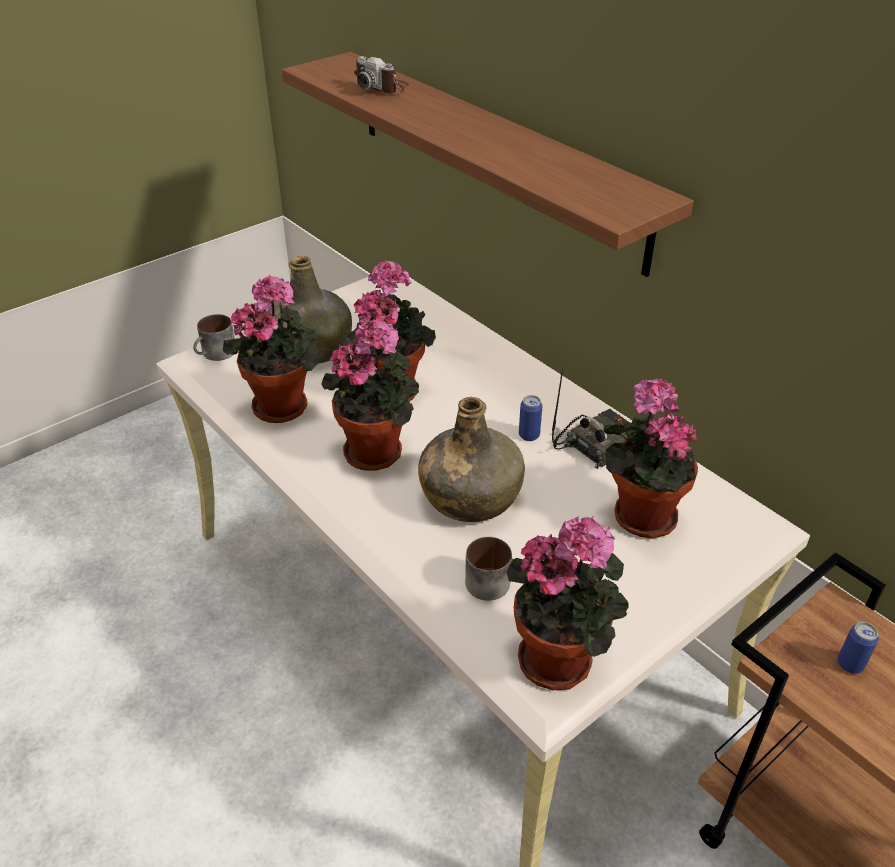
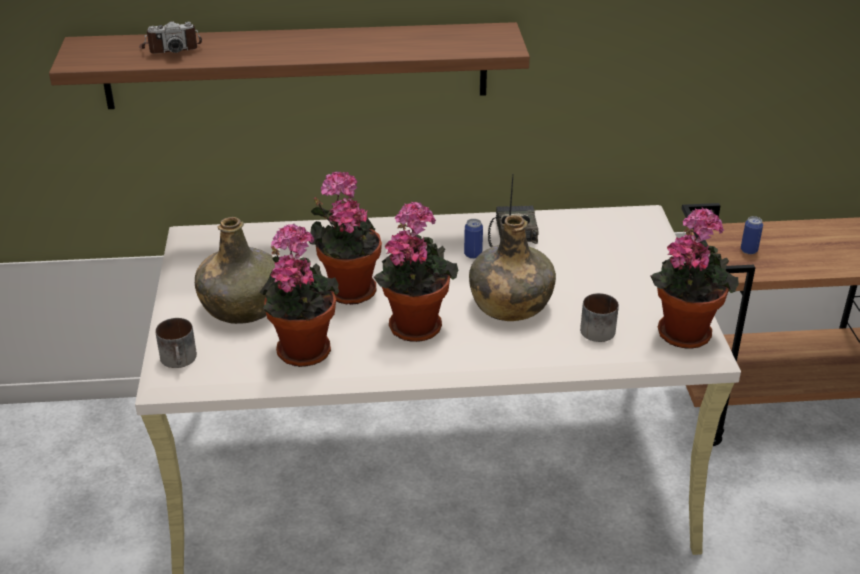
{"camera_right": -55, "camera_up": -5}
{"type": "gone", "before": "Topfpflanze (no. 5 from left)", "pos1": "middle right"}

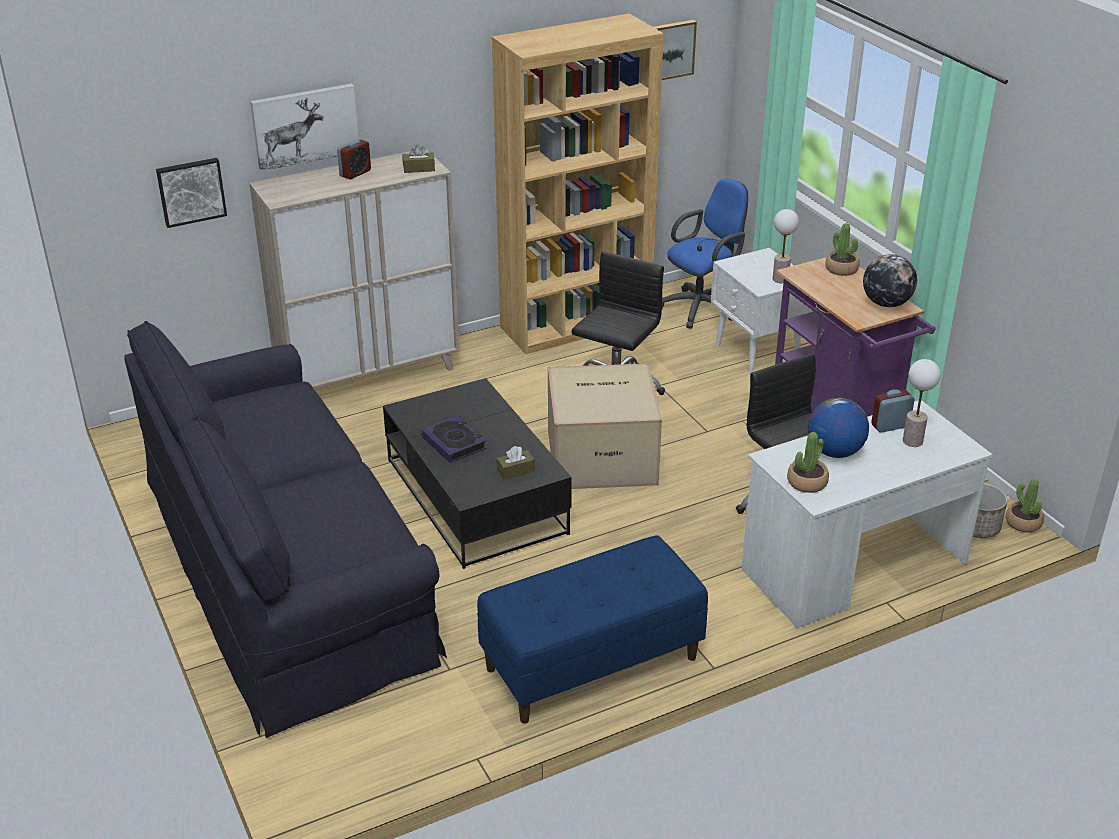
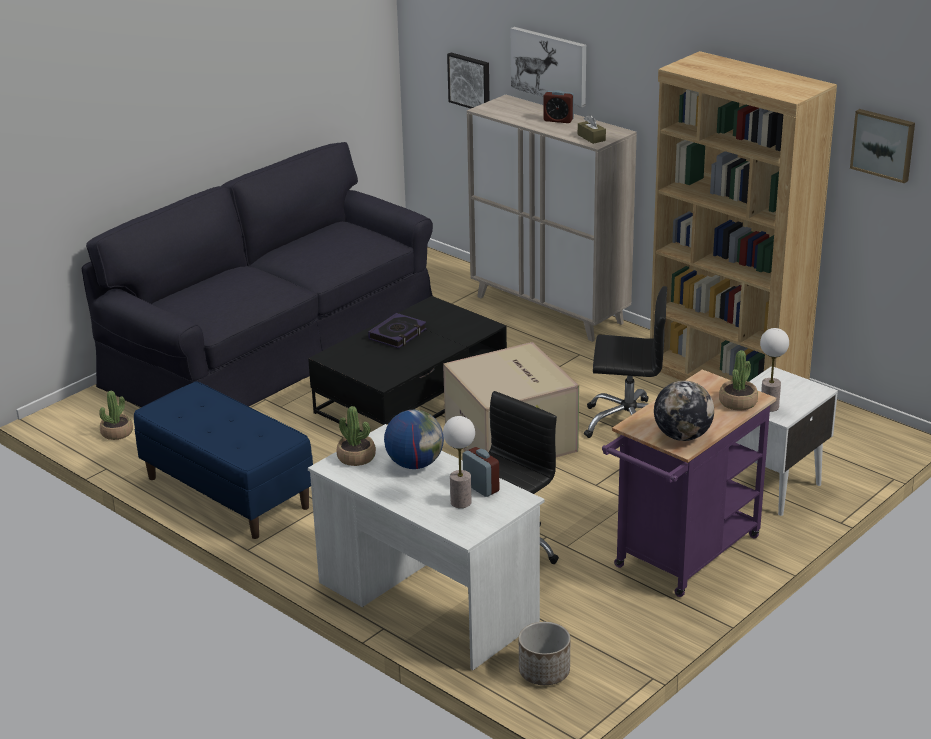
{"camera_right": 70, "camera_up": -5}
{"type": "gone", "before": "Taschentuchbox [braun] (no. 2 from left)", "pos1": "centre"}
{"type": "gone", "before": "Bürostuhl [blau]", "pos1": "top centre"}
{"type": "shifted", "before": "Topfpflanze (no. 3 from left in the first image)", "after": "Topfpflanze (no. 1 from left)", "pos1": "middle right", "pos2": "middle left"}

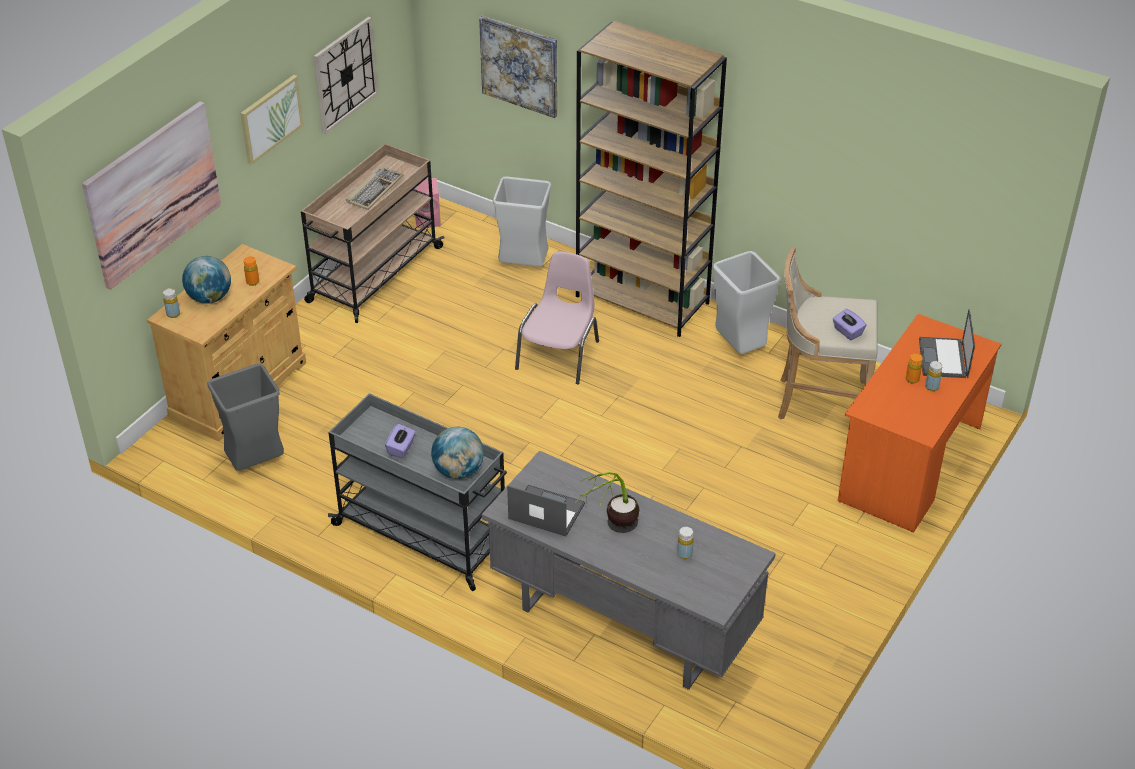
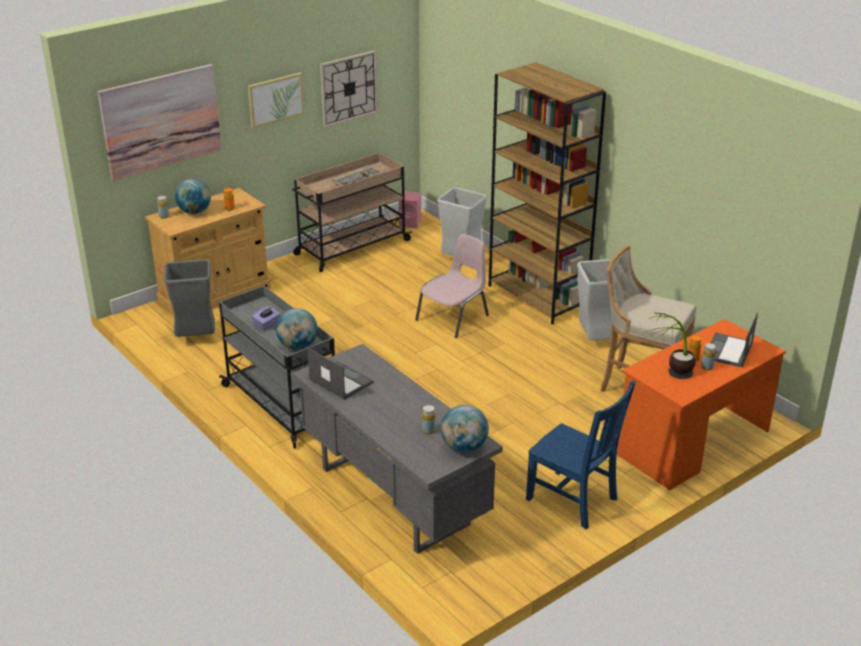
{"camera_right": 20, "camera_up": -10}
{"type": "gone", "before": "Bild (no. 3 from left)", "pos1": "top centre"}
{"type": "shifted", "before": "Topfpflanze", "pos1": "centre", "pos2": "middle right"}
{"type": "gone", "before": "Taschentuchbox [lila] (no. 2 from left)", "pos1": "middle right"}
{"type": "new", "after": "Globus (no. 3 from left)", "pos2": "centre"}
{"type": "new", "after": "Stuhl [blau]", "pos2": "bottom right"}

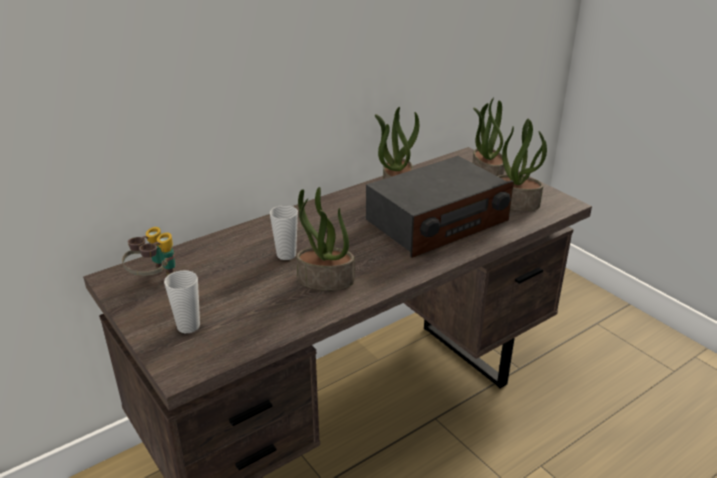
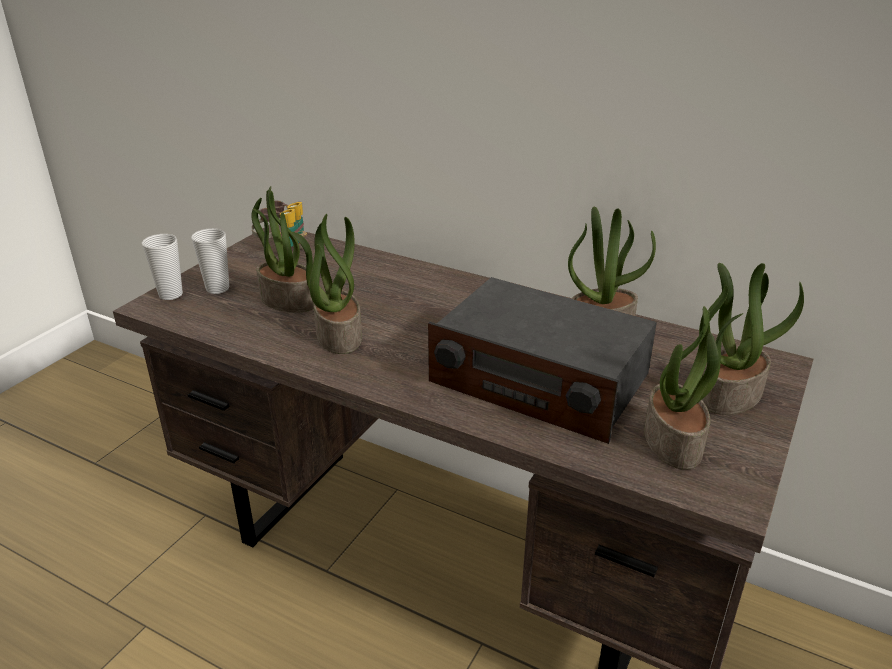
{"camera_right": 65, "camera_up": 0}
{"type": "shifted", "before": "Tasse (no. 2 from left in the first image)", "after": "Tasse (no. 1 from left)", "pos1": "centre", "pos2": "middle left"}
{"type": "new", "after": "Topfpflanze (no. 1 from left)", "pos2": "middle left"}

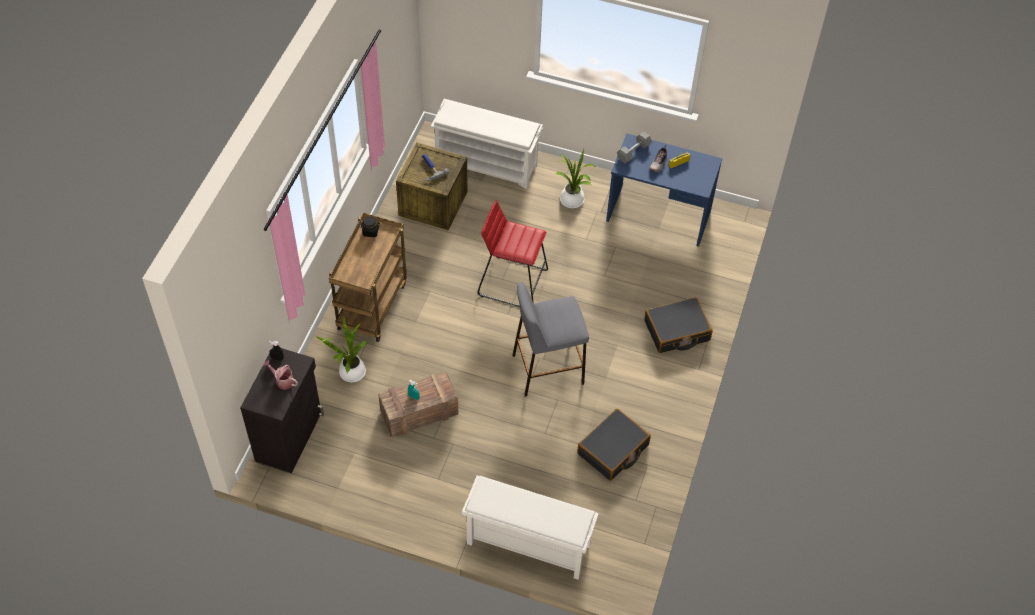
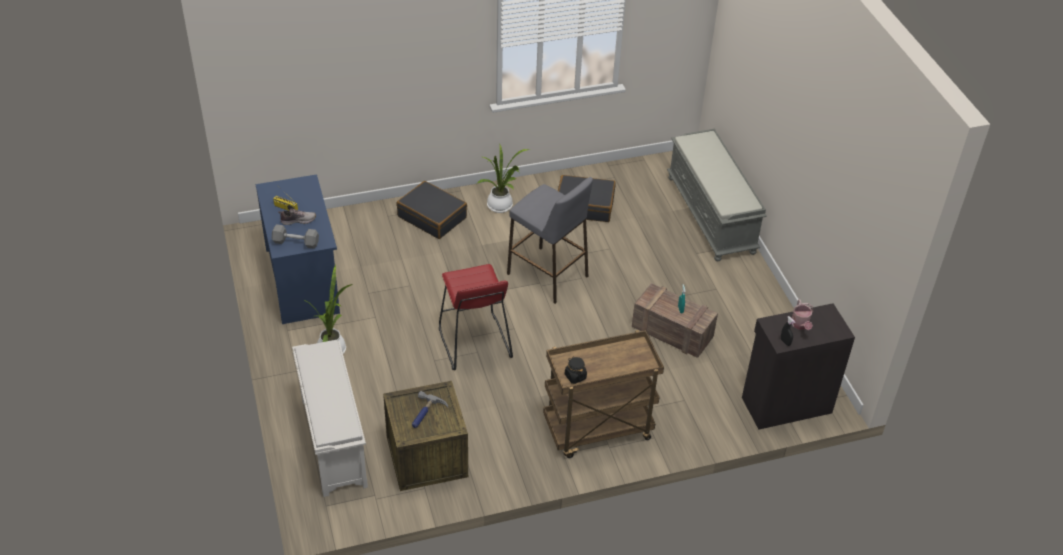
{"camera_right": -125, "camera_up": -10}
{"type": "shifted", "before": "Topfpflanze (no. 1 from left in the first image)", "after": "Topfpflanze (no. 2 from left)", "pos1": "middle left", "pos2": "top centre"}
{"type": "swapped", "before": "Schuhregal [weiß] (no. 2 from left)", "after": "Bank [grau]", "pos1": "bottom centre", "pos2": "middle right"}

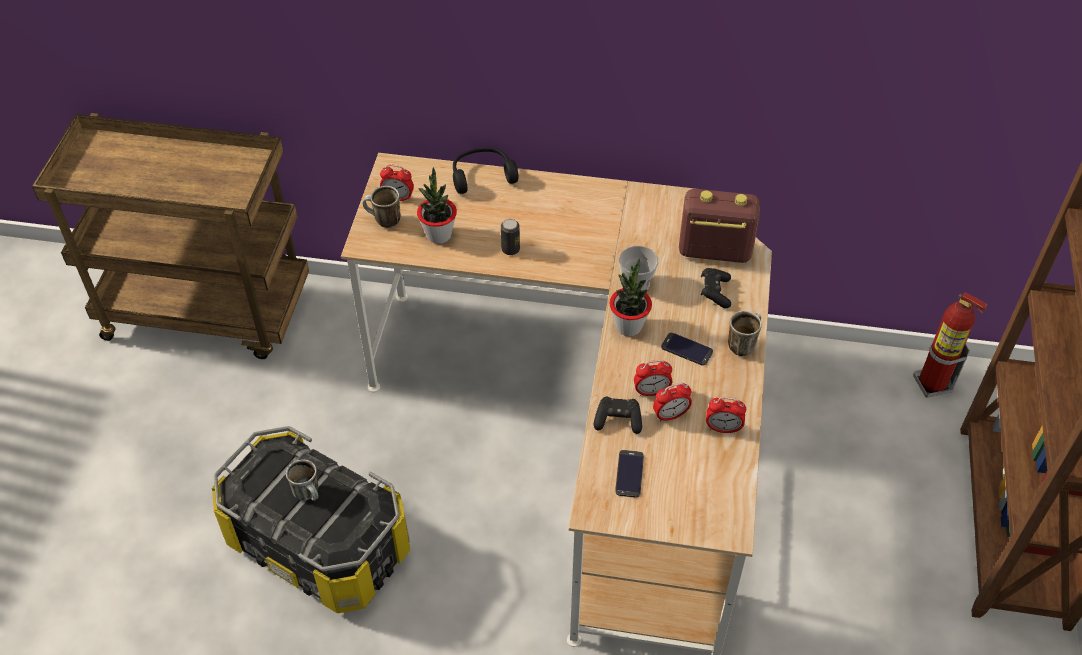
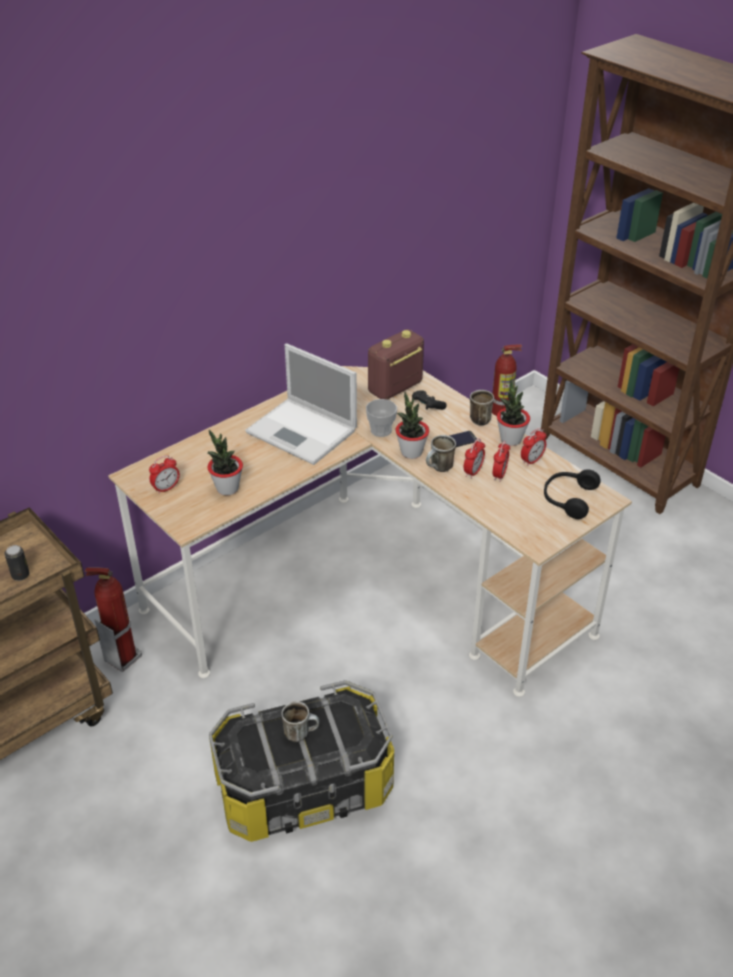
{"camera_right": -50, "camera_up": -10}
{"type": "shifted", "before": "Henkelbecher (no. 2 from left)", "pos1": "top centre", "pos2": "centre"}
{"type": "shifted", "before": "Kopfhörer [schwarz]", "pos1": "top centre", "pos2": "middle right"}
{"type": "shifted", "before": "Dose", "pos1": "centre", "pos2": "middle left"}
{"type": "gone", "before": "Gamepad [schwarz] (no. 1 from left)", "pos1": "centre"}
{"type": "gone", "before": "Handy (no. 1 from left)", "pos1": "bottom centre"}
{"type": "new", "after": "Feuerlöscher (no. 1 from left)", "pos2": "middle left"}
{"type": "new", "after": "Laptop", "pos2": "centre"}
{"type": "new", "after": "Topfpflanze (no. 3 from left)", "pos2": "middle right"}

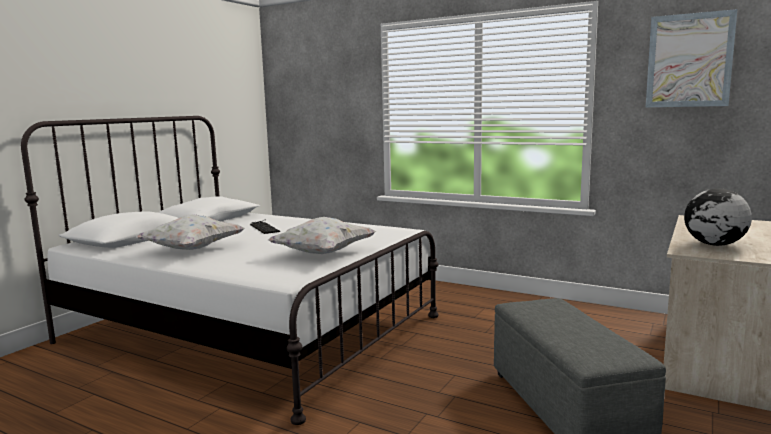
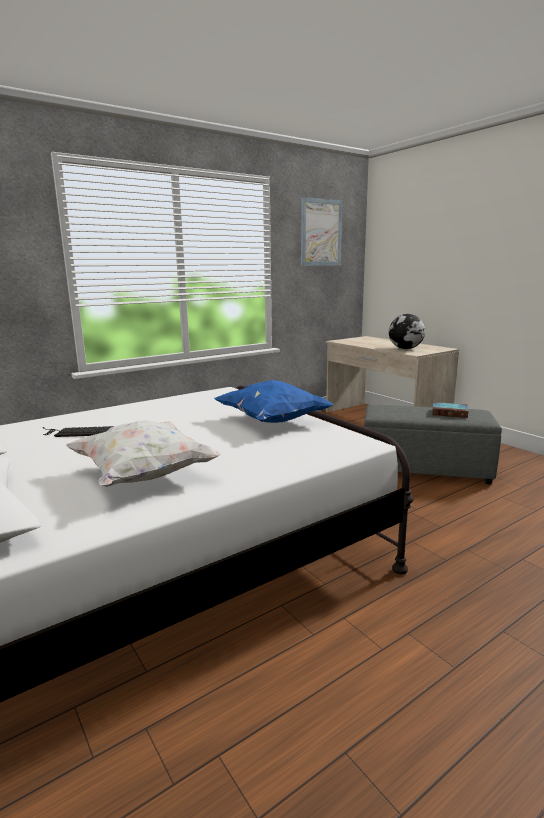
{"camera_right": -65, "camera_up": 5}
{"type": "repainted", "before": "Kissen [weiß] (no. 2 from left)", "after": "Kissen [blau]", "pos1": "centre", "pos2": "centre"}
{"type": "new", "after": "Buch", "pos2": "middle right"}

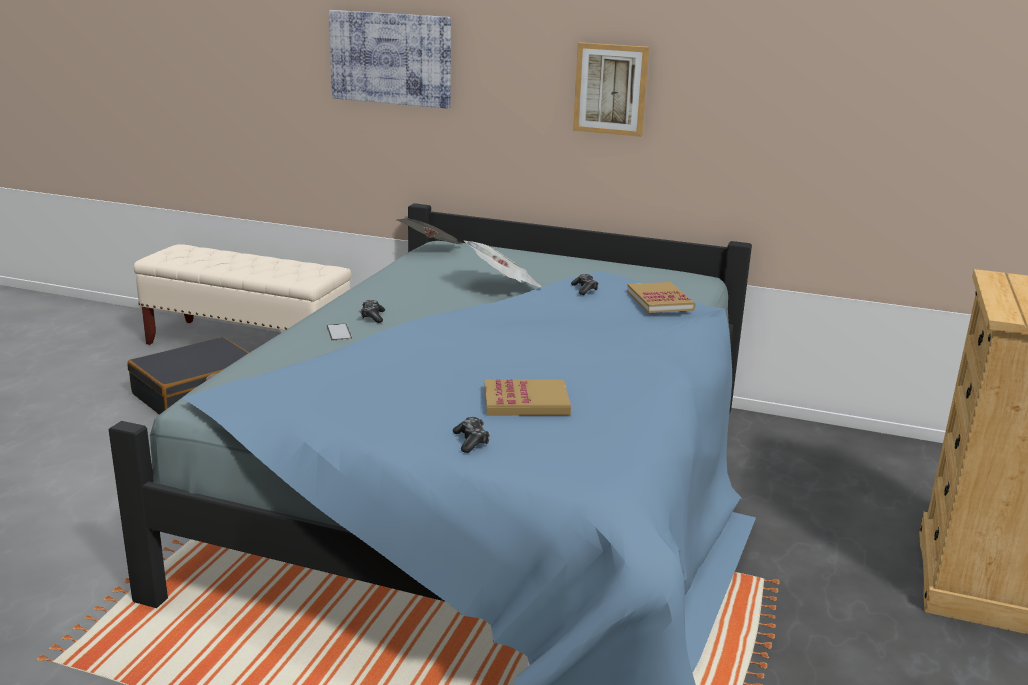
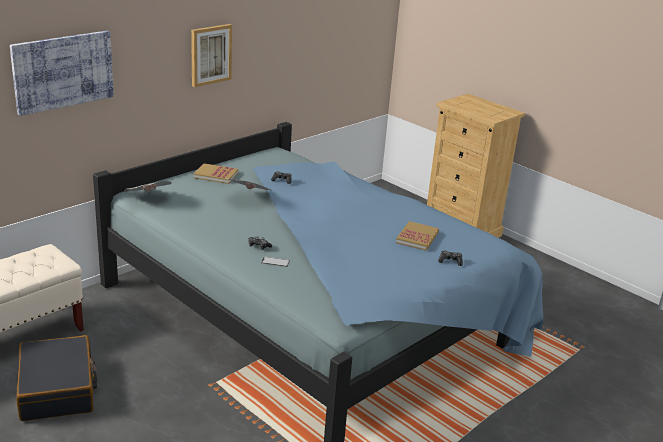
{"camera_right": -65, "camera_up": 5}
{"type": "shifted", "before": "Buch (no. 2 from left in the first image)", "after": "Buch (no. 1 from left)", "pos1": "centre", "pos2": "middle left"}

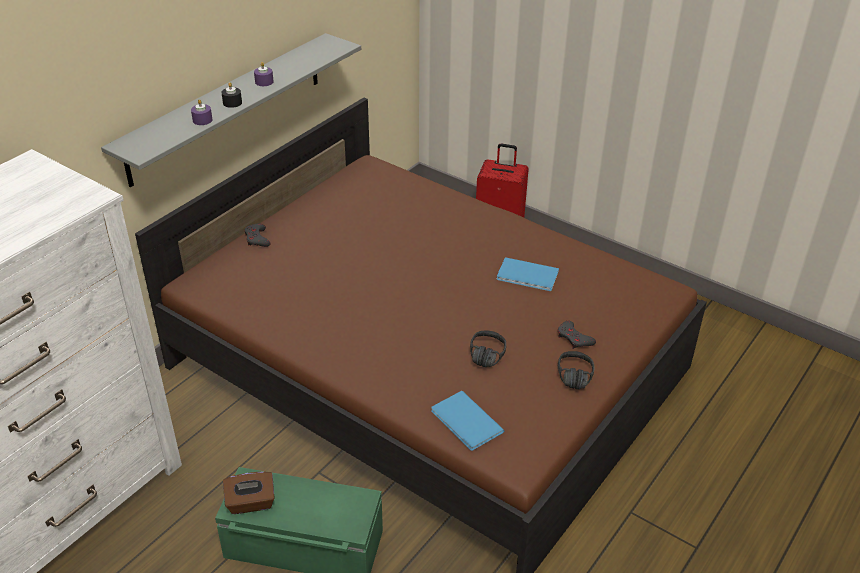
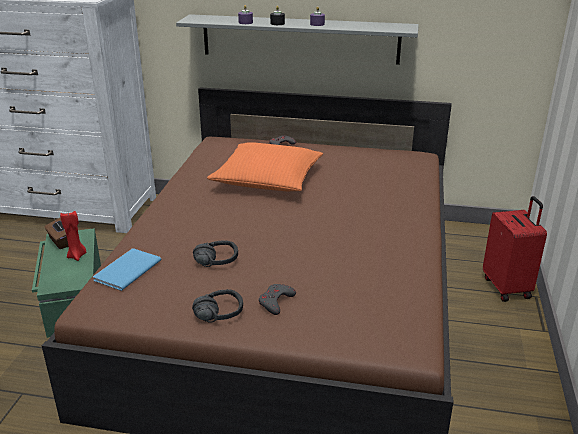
{"camera_right": 65, "camera_up": -10}
{"type": "gone", "before": "Buch [blau] (no. 2 from left)", "pos1": "centre"}
{"type": "new", "after": "Kerze [rot]", "pos2": "middle left"}
{"type": "new", "after": "Kissen [orange]", "pos2": "centre"}

